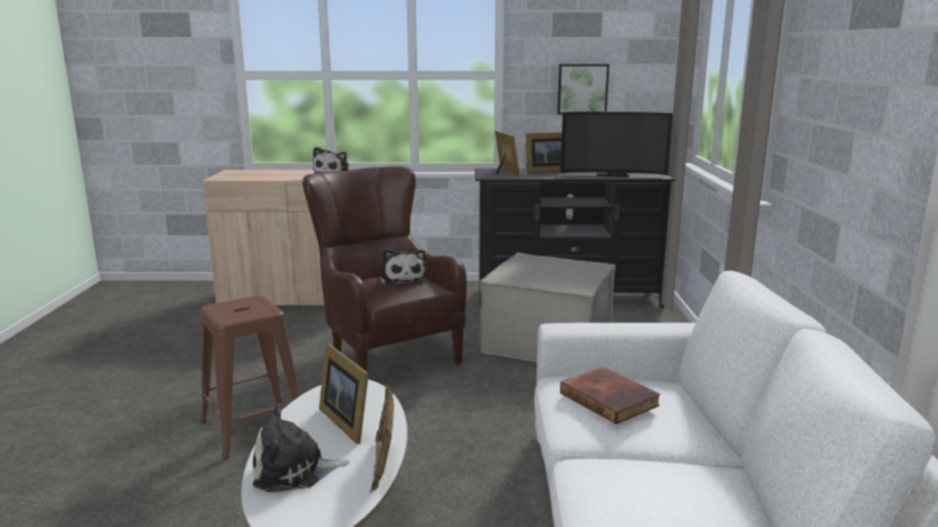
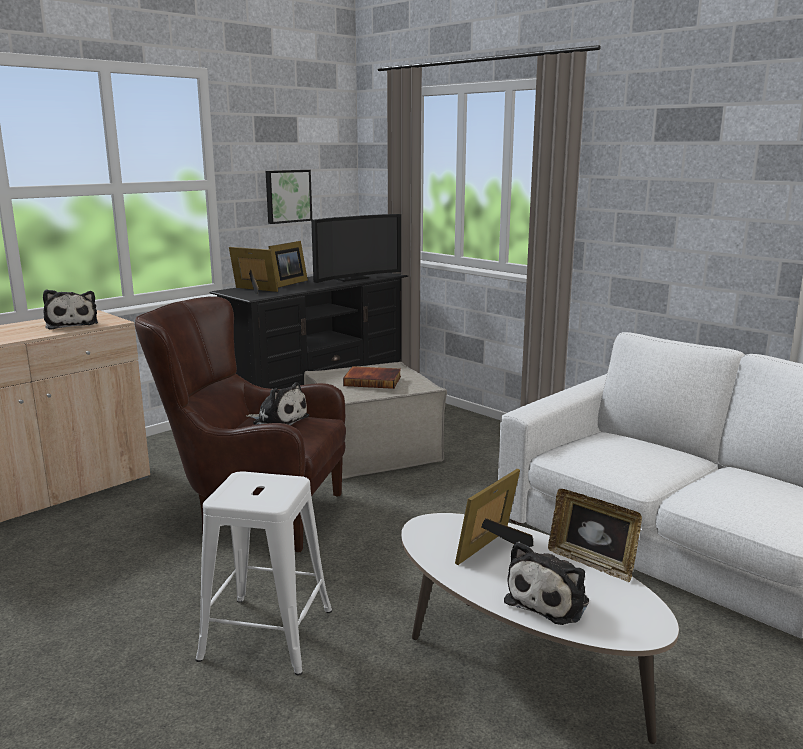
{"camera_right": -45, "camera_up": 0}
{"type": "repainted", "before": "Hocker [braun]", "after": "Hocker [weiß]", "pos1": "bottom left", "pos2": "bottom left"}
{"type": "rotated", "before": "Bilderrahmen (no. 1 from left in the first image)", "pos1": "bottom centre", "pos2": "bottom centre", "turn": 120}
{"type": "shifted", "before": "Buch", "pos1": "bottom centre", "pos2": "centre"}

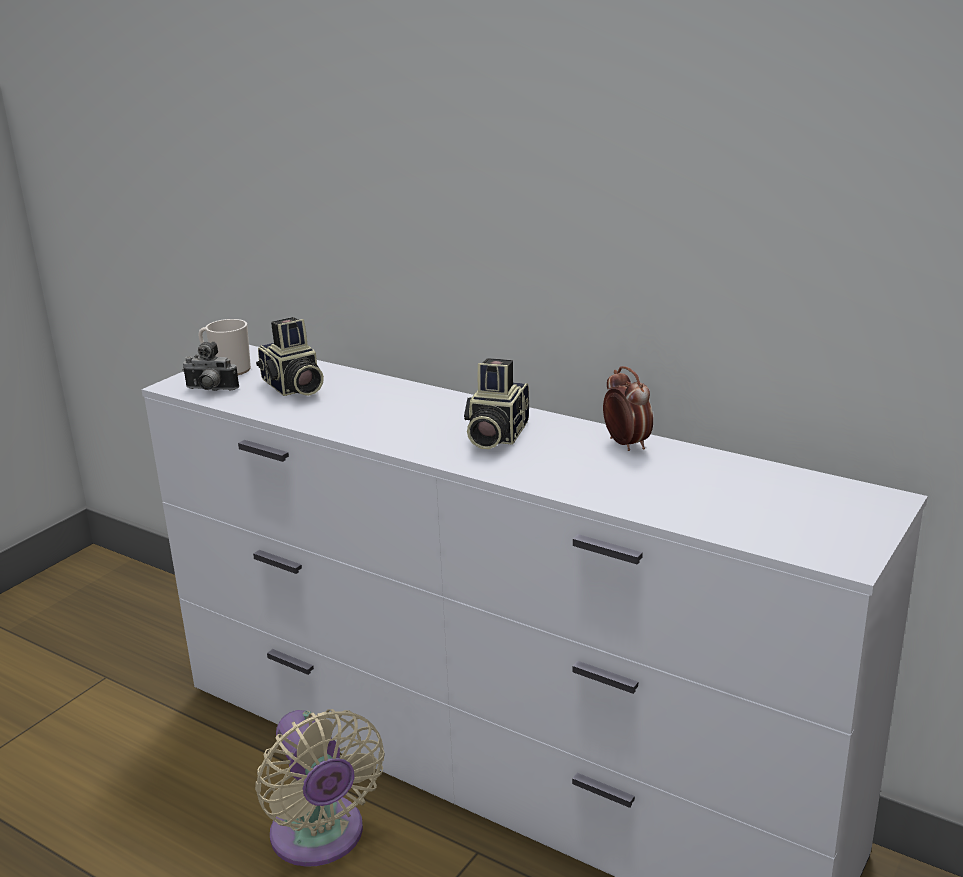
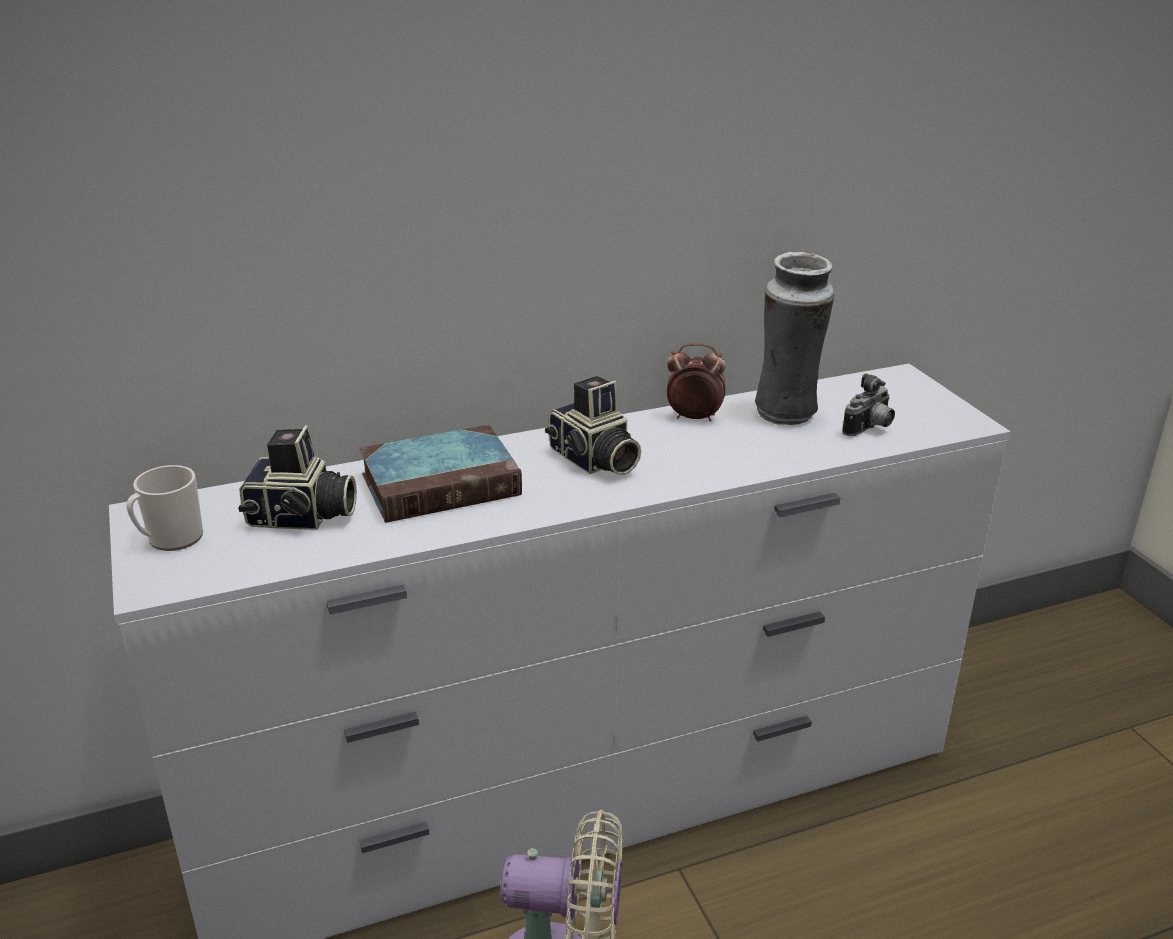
{"camera_right": -55, "camera_up": 5}
{"type": "shifted", "before": "Kamera (no. 1 from left in the first image)", "after": "Kamera (no. 3 from left)", "pos1": "middle left", "pos2": "middle right"}
{"type": "new", "after": "Buch", "pos2": "centre"}
{"type": "new", "after": "Vase", "pos2": "middle right"}

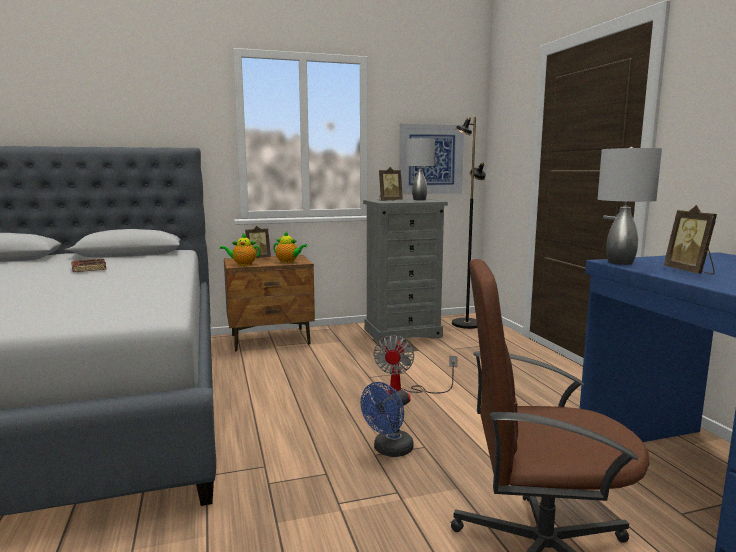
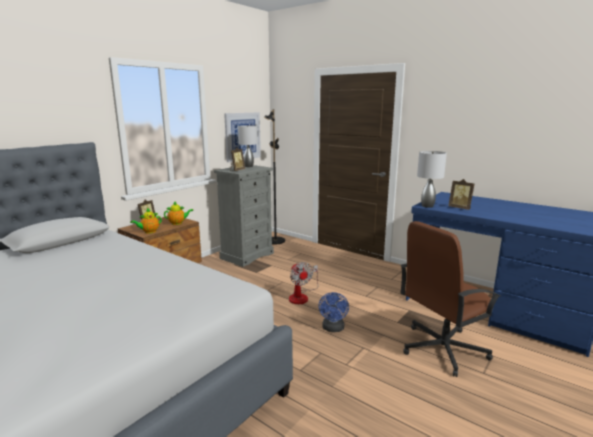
{"camera_right": -35, "camera_up": 5}
{"type": "gone", "before": "Buch [braun]", "pos1": "middle left"}

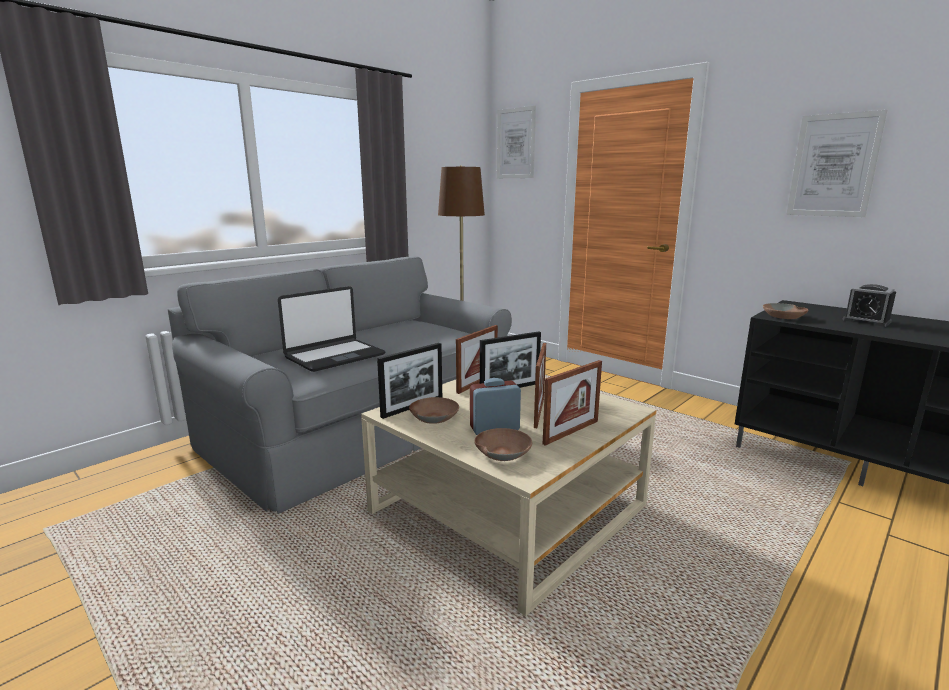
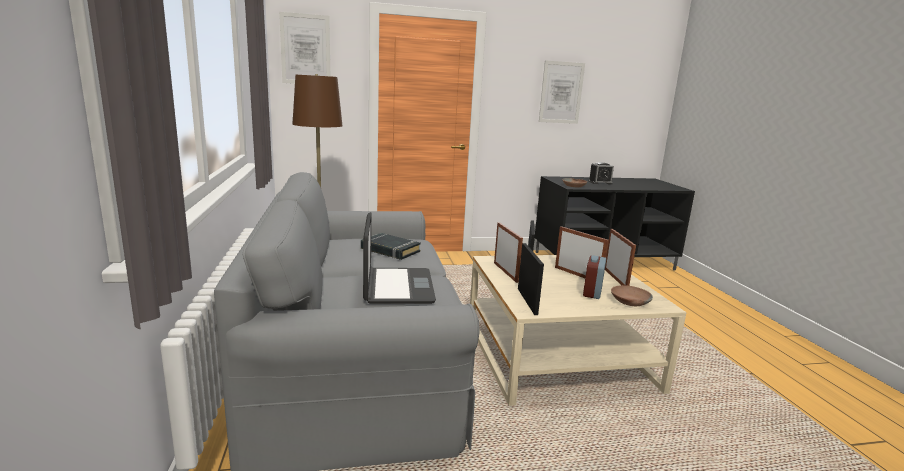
{"camera_right": -55, "camera_up": 0}
{"type": "gone", "before": "Schüssel [braun] (no. 1 from left)", "pos1": "centre"}
{"type": "new", "after": "Buch [schwarz]", "pos2": "centre"}

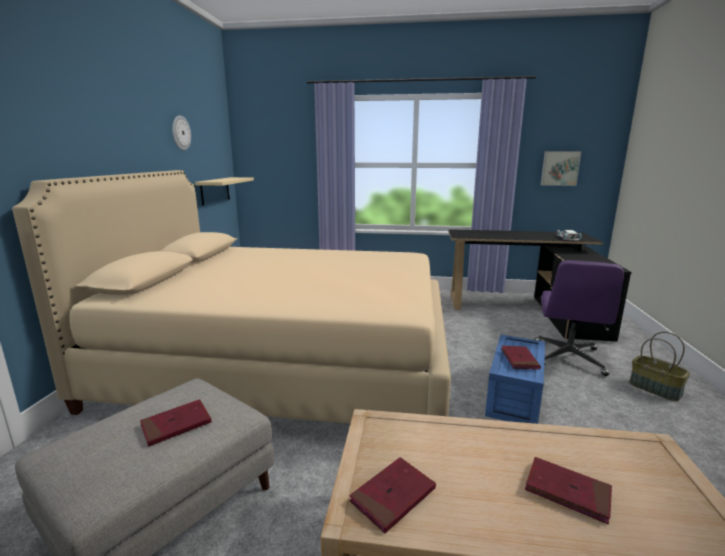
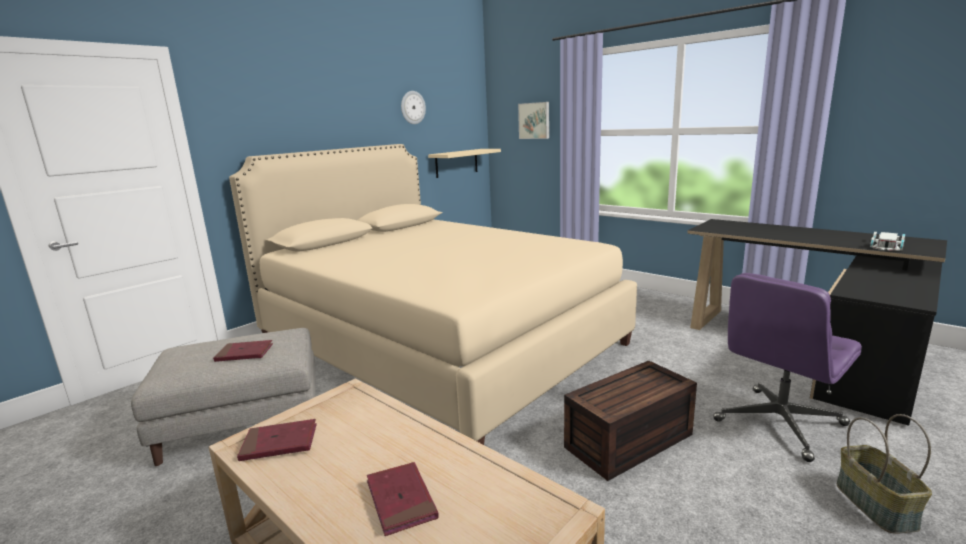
{"camera_right": 35, "camera_up": 0}
{"type": "repainted", "before": "Aufbewahrungsbox [blau]", "after": "Aufbewahrungsbox [braun]", "pos1": "bottom right", "pos2": "bottom centre"}
{"type": "gone", "before": "Buch [rot] (no. 3 from left)", "pos1": "middle right"}
{"type": "shifted", "before": "Bild", "pos1": "top right", "pos2": "top centre"}

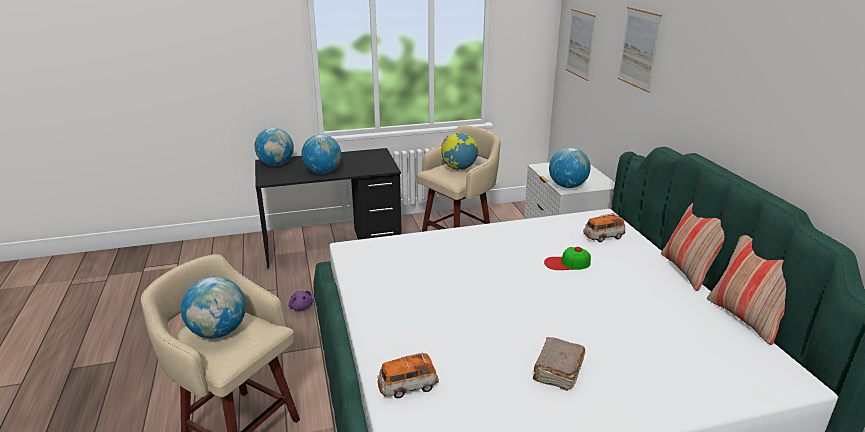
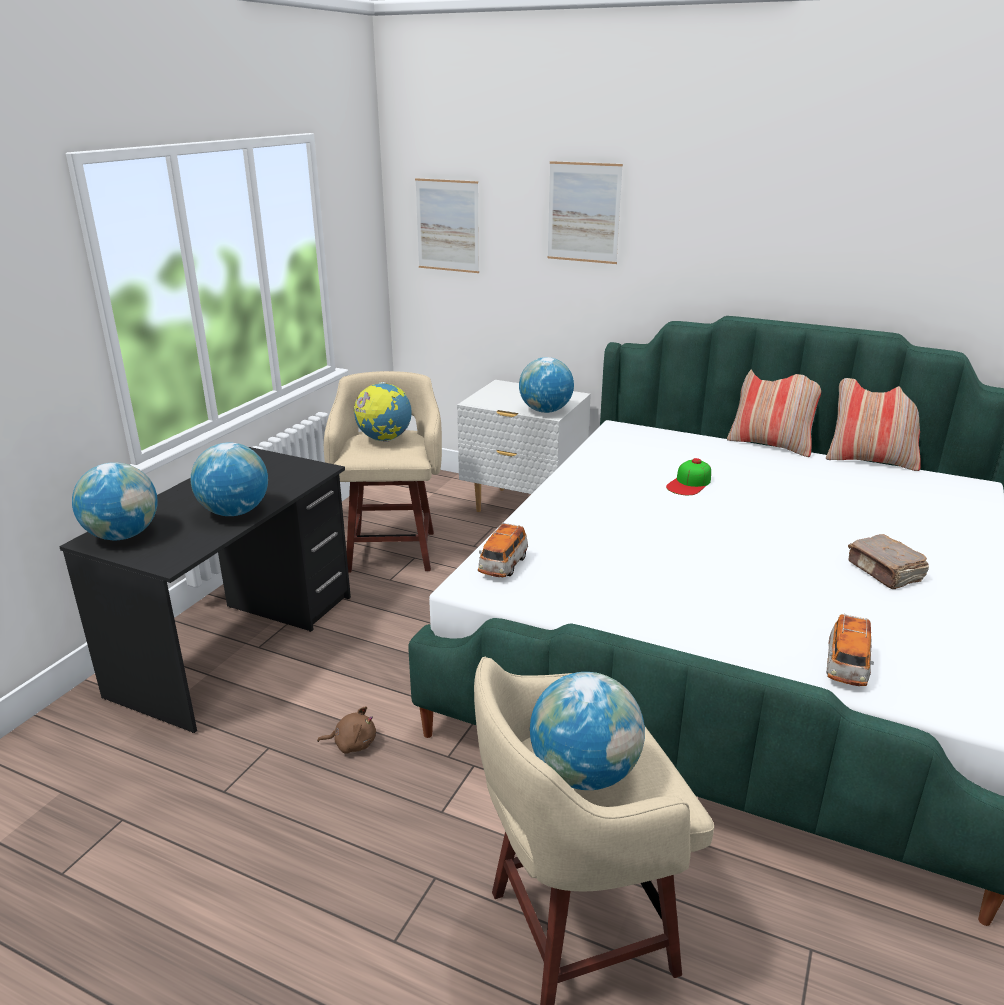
{"camera_right": -50, "camera_up": 0}
{"type": "repainted", "before": "Plüschtier [lila]", "after": "Plüschtier [braun]", "pos1": "bottom centre", "pos2": "bottom centre"}
{"type": "shifted", "before": "Spielzeugauto (no. 2 from left in the first image)", "after": "Spielzeugauto (no. 1 from left)", "pos1": "middle right", "pos2": "centre"}

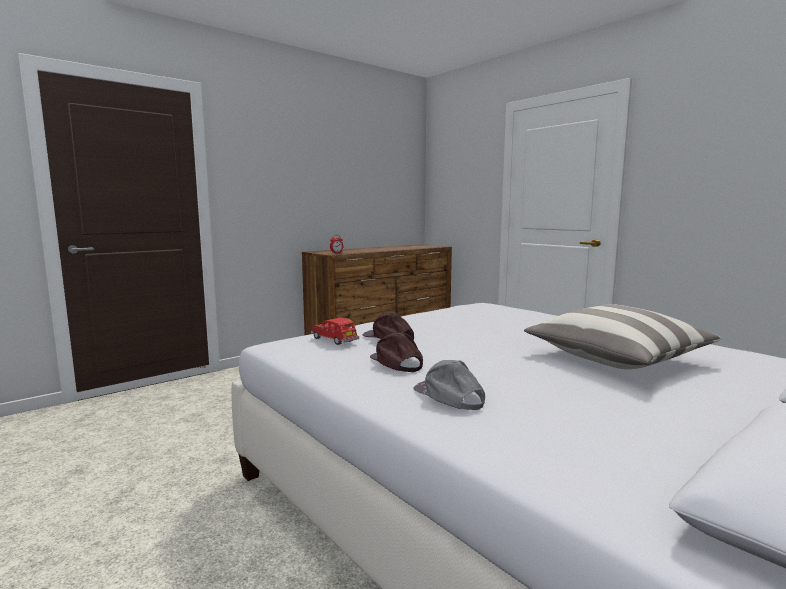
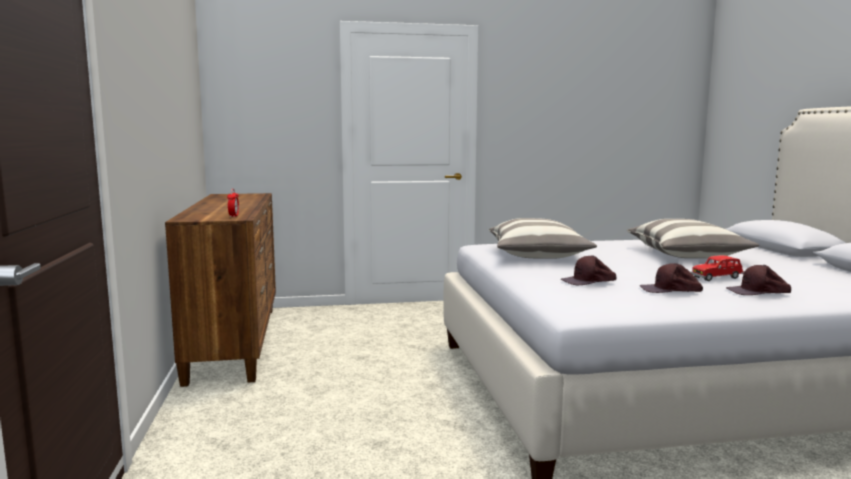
{"camera_right": -60, "camera_up": 0}
{"type": "shifted", "before": "Spielzeugauto [rot]", "pos1": "centre", "pos2": "middle right"}
{"type": "repainted", "before": "Kappe [grau]", "after": "Kappe [braun] (no. 3 from left)", "pos1": "centre", "pos2": "middle right"}
{"type": "new", "after": "Kissen (no. 1 from left)", "pos2": "centre"}

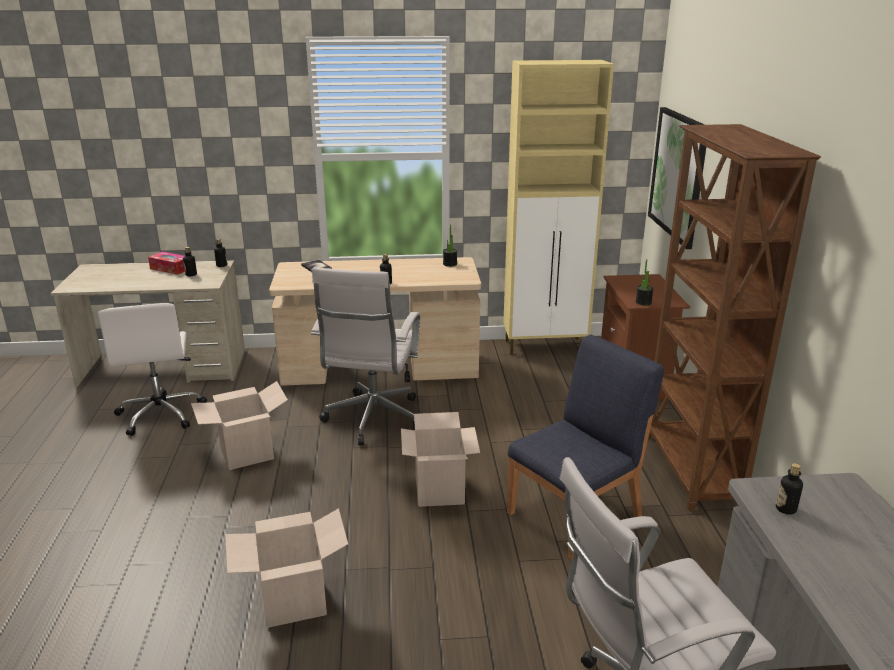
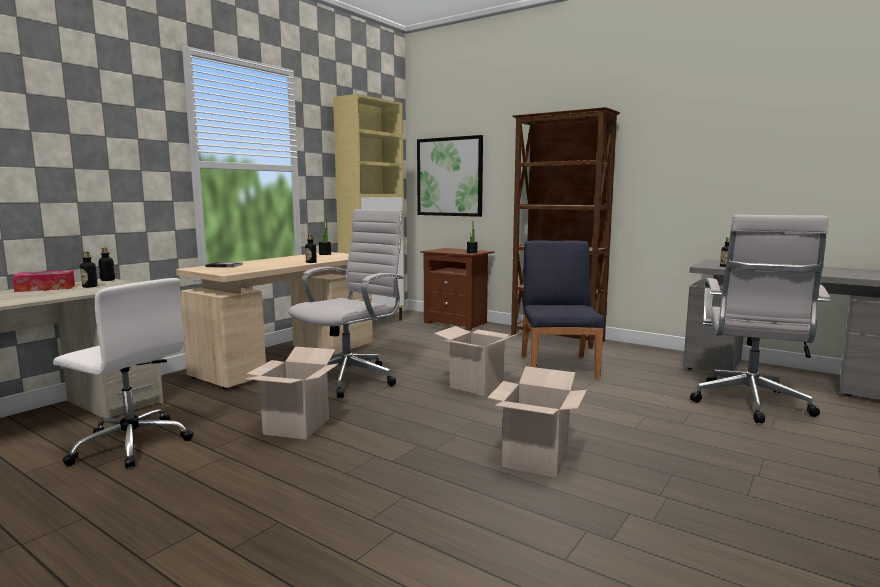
{"camera_right": -50, "camera_up": -15}
{"type": "rotated", "before": "Bürostuhl [weiß] (no. 2 from left)", "pos1": "centre", "pos2": "centre", "turn": -105}

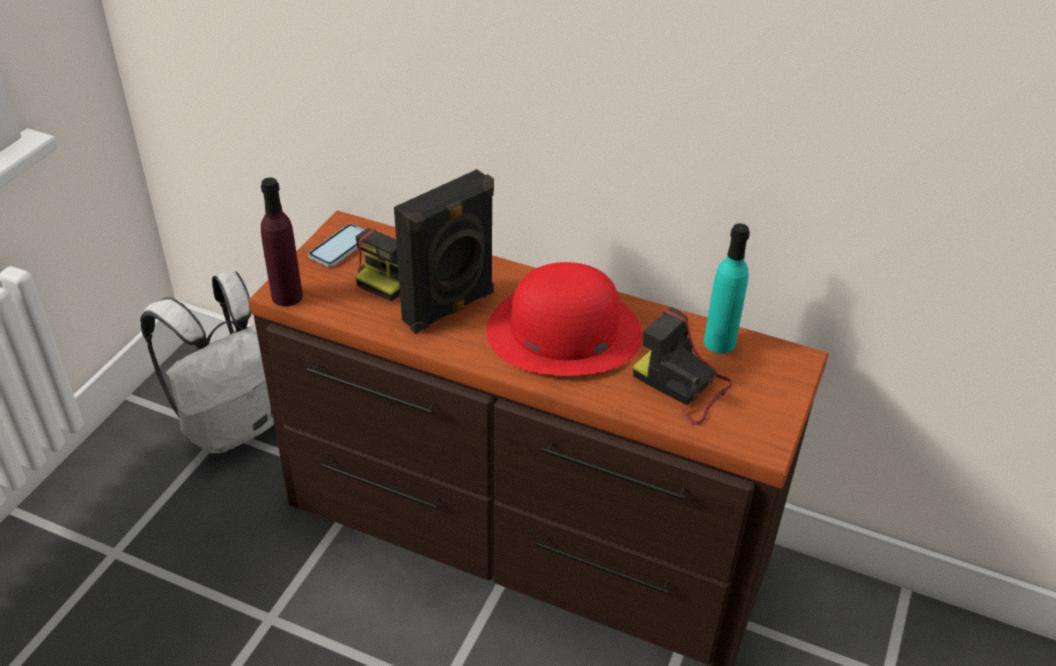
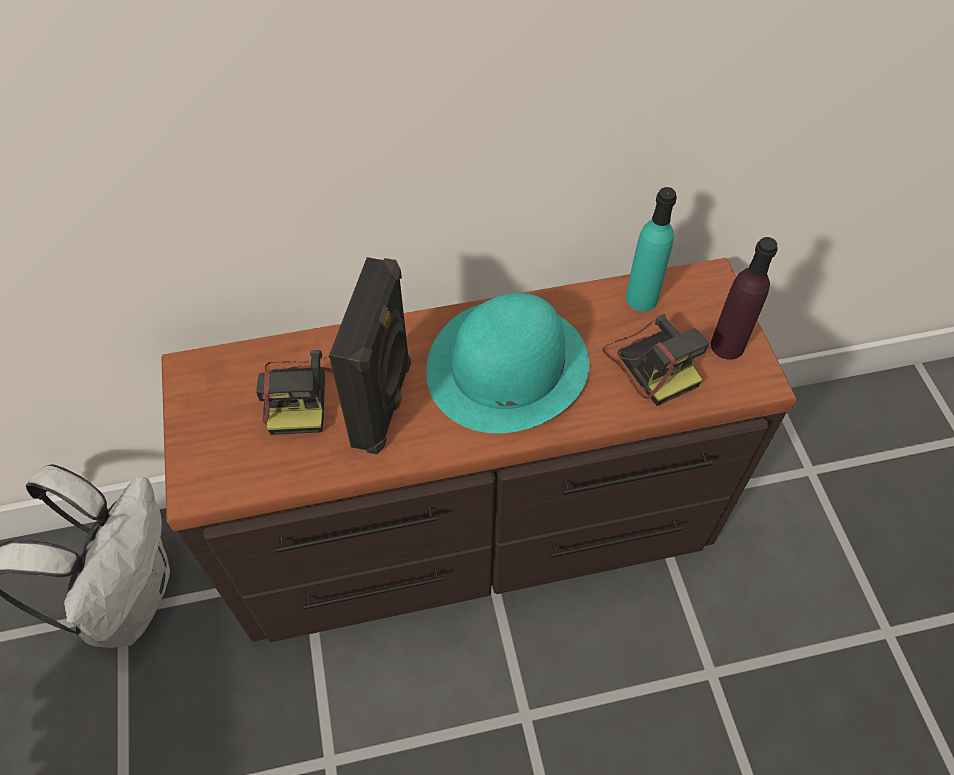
{"camera_right": -35, "camera_up": 15}
{"type": "shifted", "before": "Flasche [lila]", "pos1": "middle left", "pos2": "middle right"}
{"type": "gone", "before": "Handy", "pos1": "middle left"}
{"type": "repainted", "before": "Hut [rot]", "after": "Hut [türkis]", "pos1": "centre", "pos2": "centre"}
{"type": "rotated", "before": "Kamera (no. 2 from left)", "pos1": "centre", "pos2": "middle right", "turn": -120}

